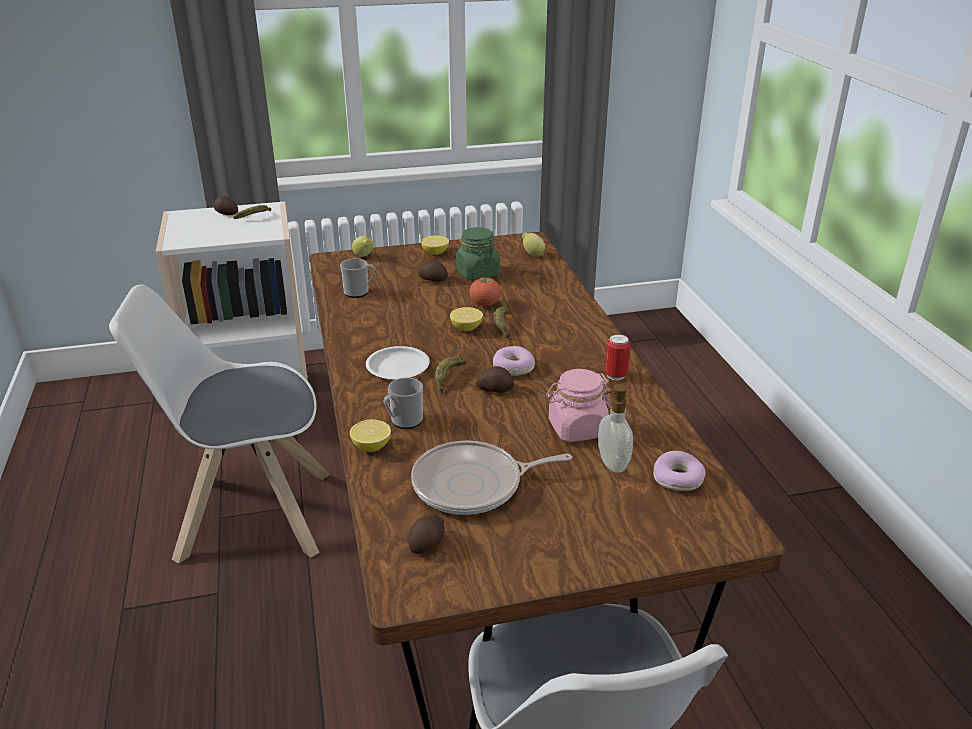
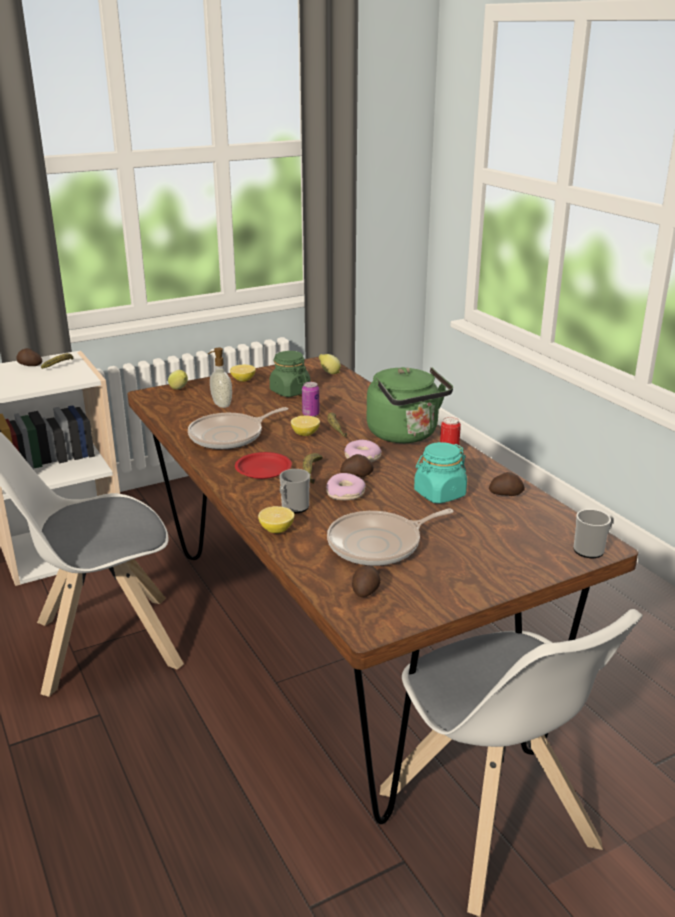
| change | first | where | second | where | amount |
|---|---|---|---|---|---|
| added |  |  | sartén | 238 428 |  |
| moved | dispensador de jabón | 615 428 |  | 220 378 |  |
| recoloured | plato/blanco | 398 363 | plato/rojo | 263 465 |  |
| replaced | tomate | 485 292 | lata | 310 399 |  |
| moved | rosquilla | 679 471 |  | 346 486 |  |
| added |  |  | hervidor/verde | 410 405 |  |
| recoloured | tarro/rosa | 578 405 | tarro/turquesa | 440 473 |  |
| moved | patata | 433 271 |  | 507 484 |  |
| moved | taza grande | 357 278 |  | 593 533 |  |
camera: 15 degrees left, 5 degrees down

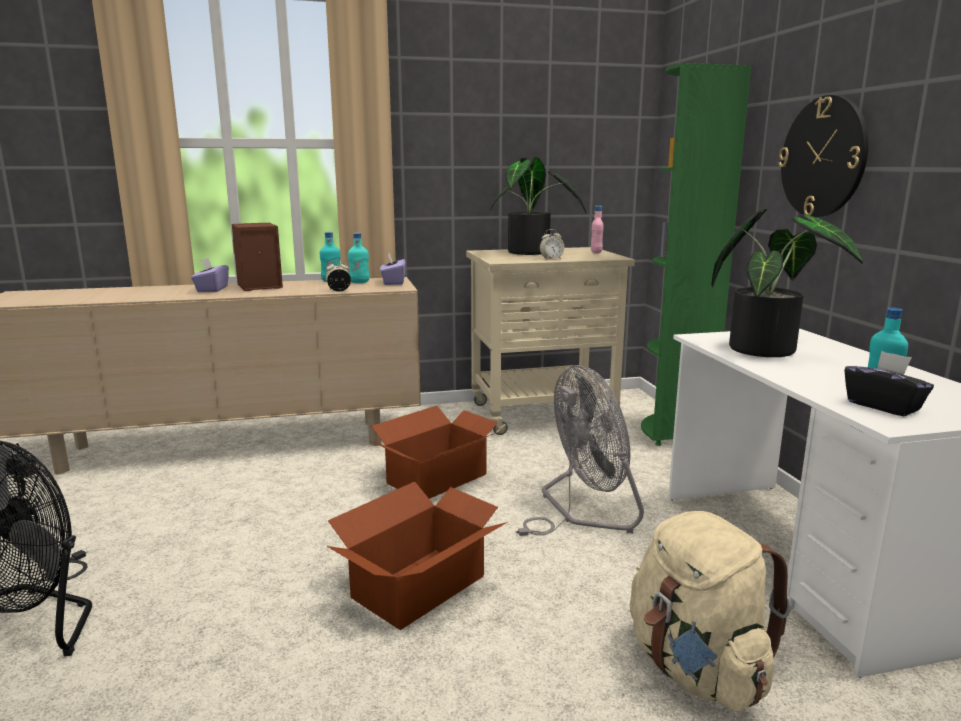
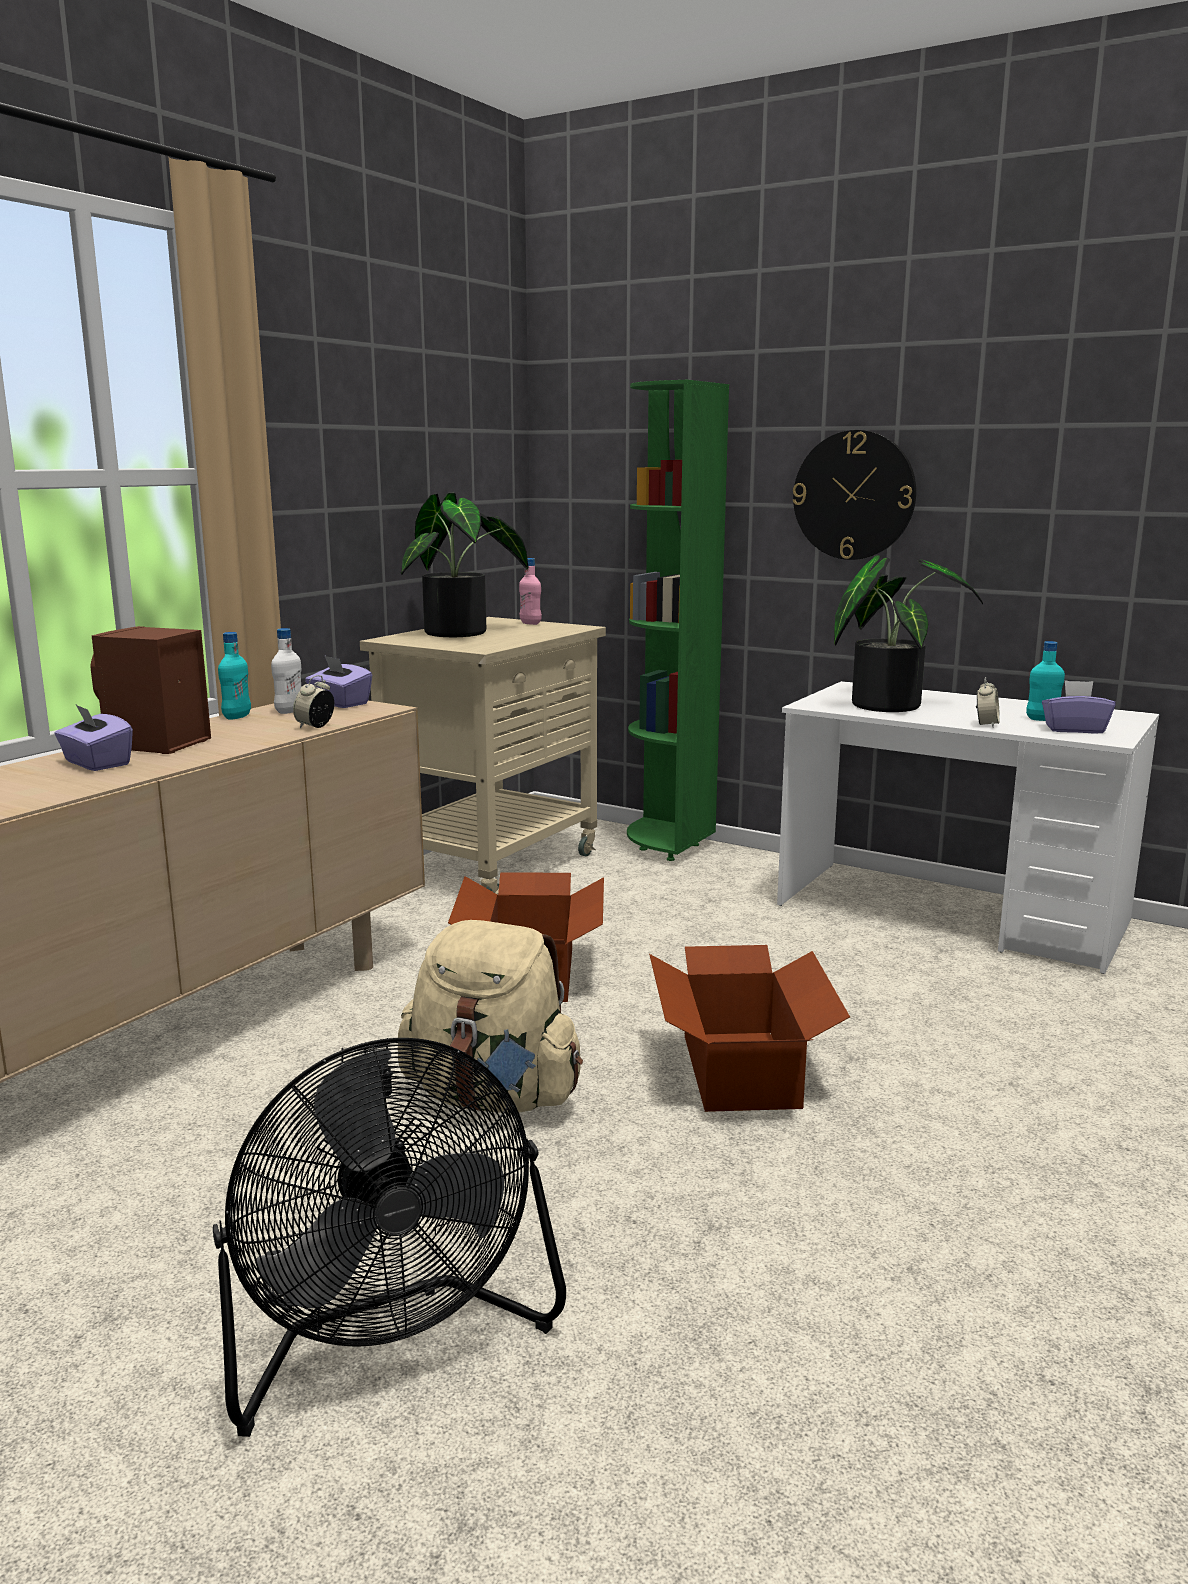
| change | first | where | second | where | amount |
|---|---|---|---|---|---|
| recoloured | botella/turquesa | 359 258 | botella/blanco | 286 671 |  |
| moved | mochila/beis | 711 611 |  | 490 1017 |  |
| moved | despertador | 552 244 |  | 988 702 |  |
| recoloured | caja de pañuelos/negro | 889 383 | caja de pañuelos/morado | 1078 707 |  |
| removed | ventilador/gris | 579 450 |  |  |  |
camera: 45 degrees left, 0 degrees up

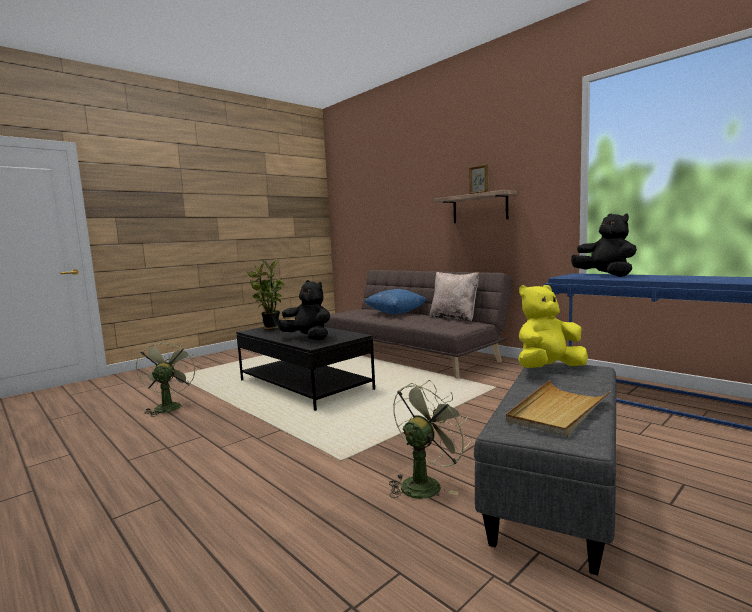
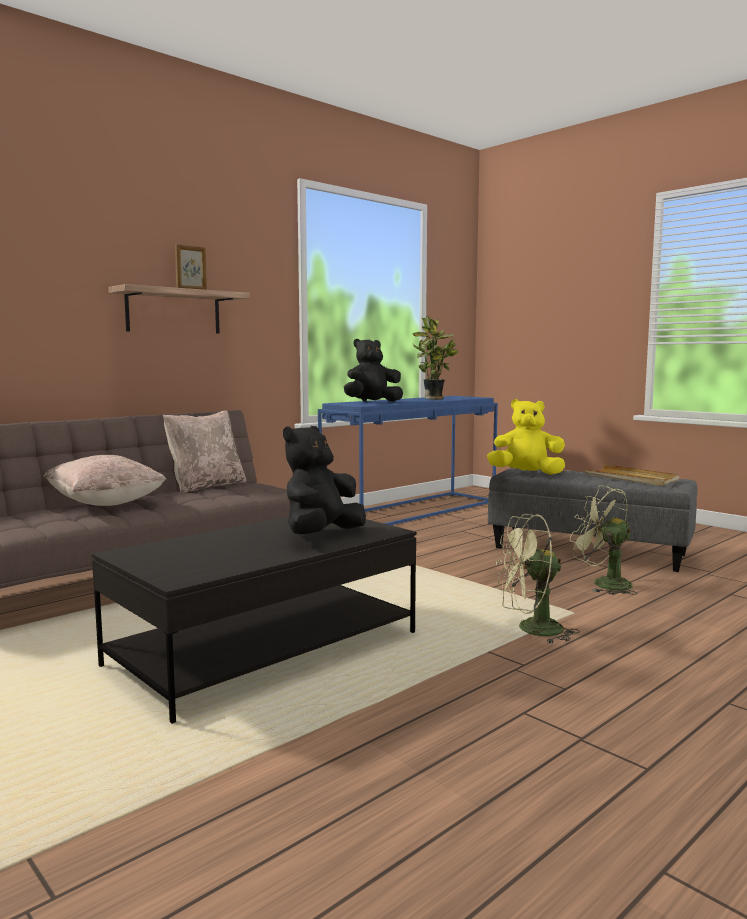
| change | first | where | second | where | amount |
|---|---|---|---|---|---|
| recoloured | cojín/azul | 395 301 | cojín/beis | 105 480 |  |
| moved | planta en maceta | 266 294 |  | 435 357 |  |
| turned | peluche/amarillo | 553 326 |  | 526 437 | 120 degrees clockwise |
| moved | ventilador/verde | 166 378 |  | 538 579 |  |
camera: 90 degrees left, 0 degrees up

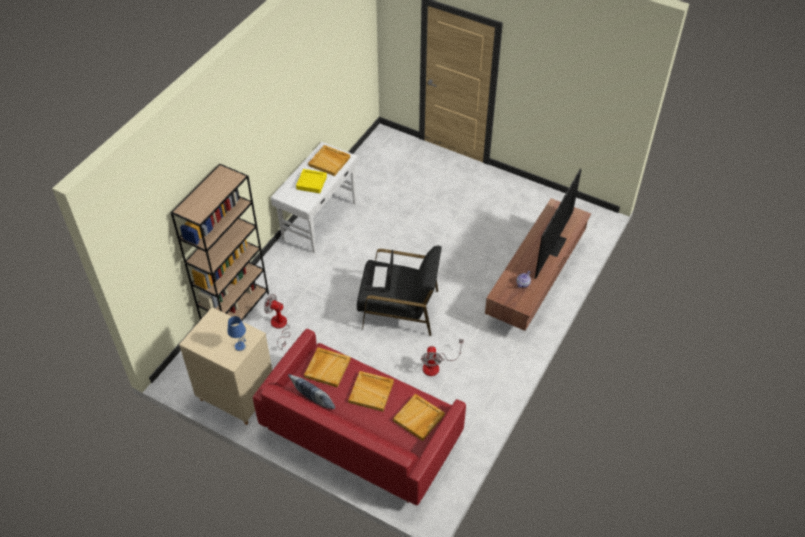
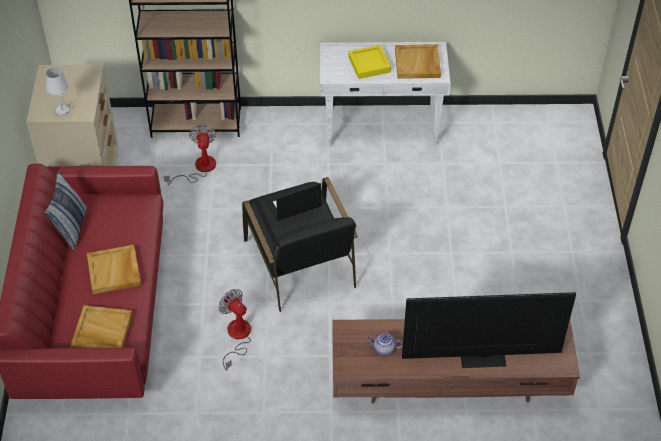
| change | first | where | second | where | amount |
|---|---|---|---|---|---|
| recoloured | lámpara de mesa/azul | 237 333 | lámpara de mesa/blanco | 58 91 |  |
| turned | ventilador | 442 357 |  | 235 329 | 75 degrees clockwise |
| removed | bandeja/beis | 327 367 |  |  |  |
camera: 60 degrees right, 0 degrees up

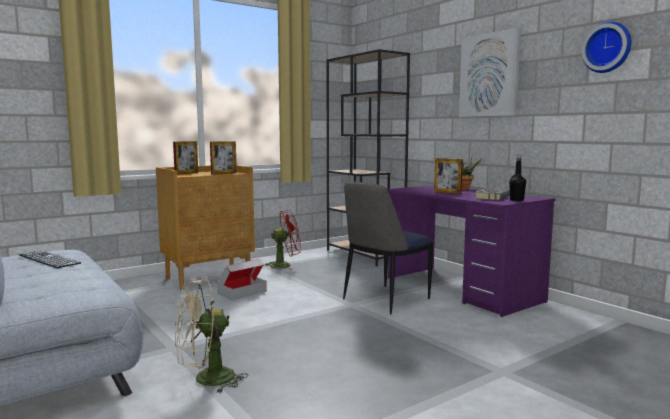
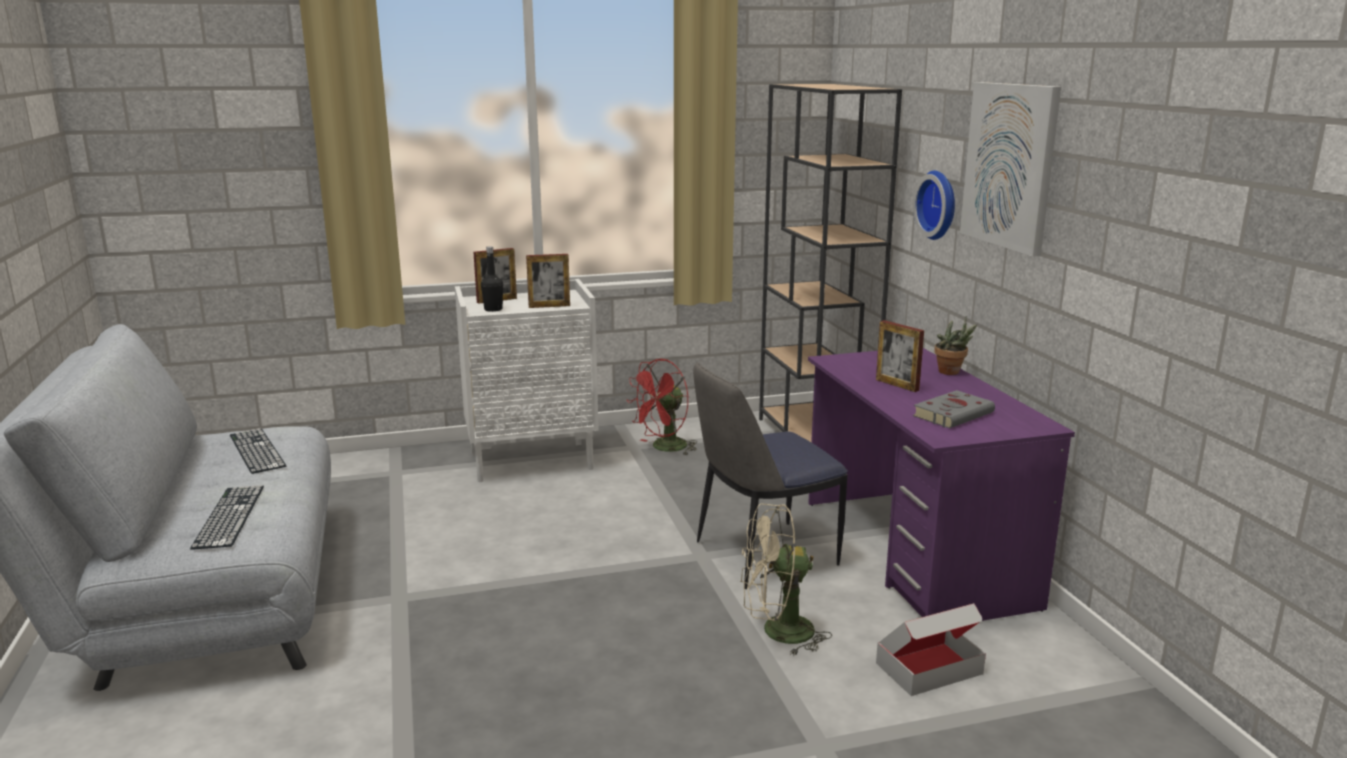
| change | first | where | second | where | amount |
|---|---|---|---|---|---|
| added |  |  | teclado | 227 517 |  |
| recoloured | armario/marrón | 205 227 | armario/blanco | 527 380 |  |
| moved | botella/negro | 517 177 |  | 492 279 |  |
| turned | ventilador/rojo | 283 240 |  | 662 407 | 135 degrees clockwise |
| moved | ventilador/beis | 211 336 |  | 786 579 |  |
| moved | caja de cartón | 242 279 |  | 931 649 |  |
| moved | reloj de pared | 606 47 |  | 934 205 |  |
camera: 20 degrees right, 10 degrees up

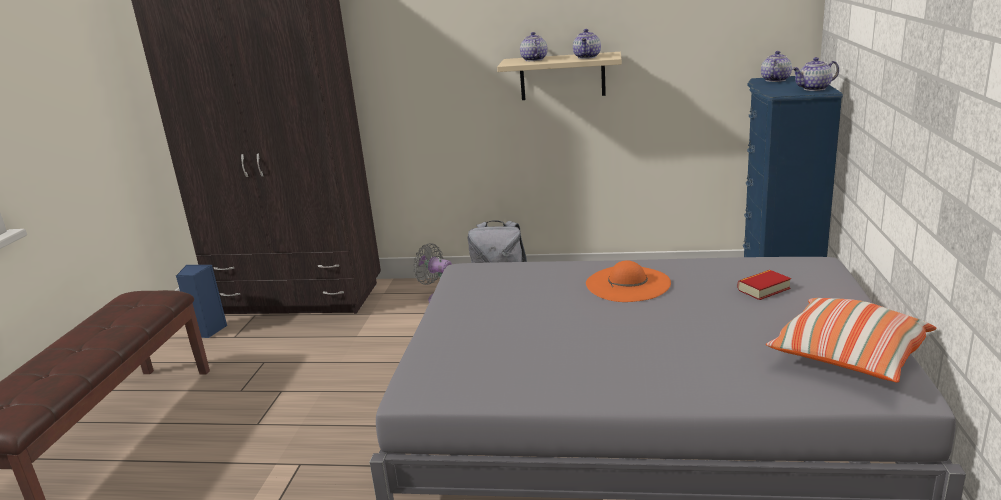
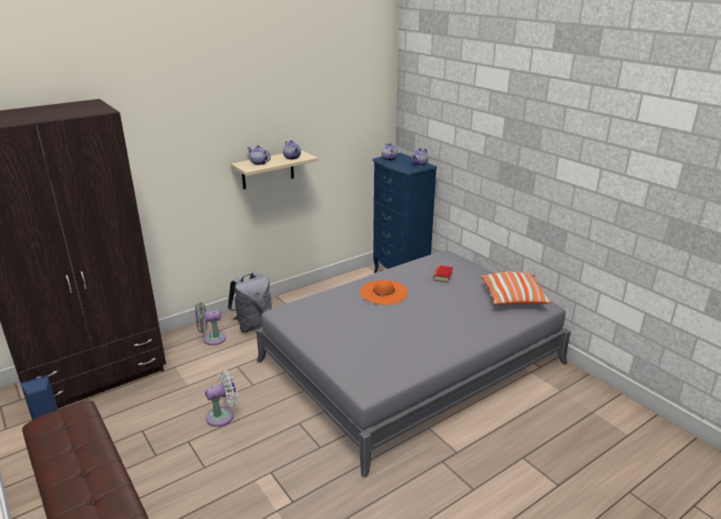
| change | first | where | second | where | amount |
|---|---|---|---|---|---|
| added |  |  | ventilador/blanco | 222 398 |  |
camera: 45 degrees left, 5 degrees up

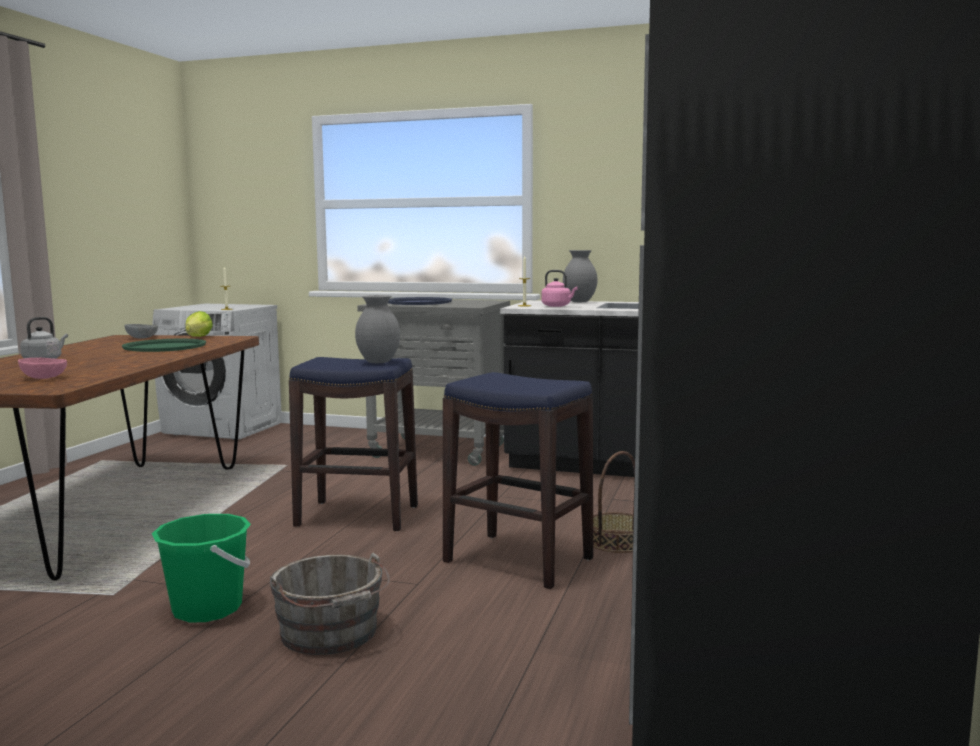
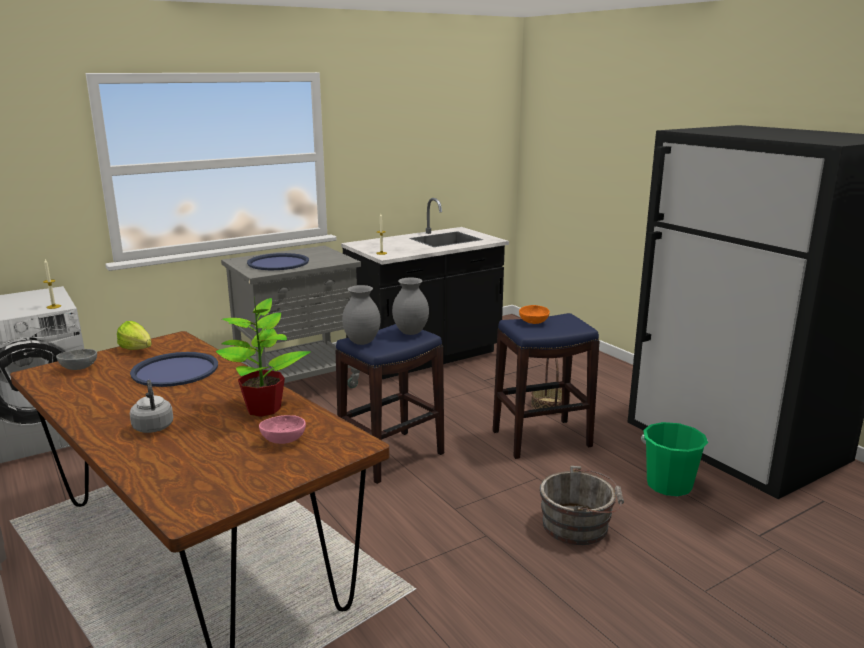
| change | first | where | second | where | amount |
|---|---|---|---|---|---|
| recoloured | bandeja/verde | 164 345 | bandeja/azul | 174 369 |  |
| added |  |  | planta en maceta | 263 357 |  |
| moved | florero/gris | 580 276 |  | 361 315 |  |
| added |  |  | cuenco/naranja | 534 314 |  |
| moved | cubo/verde | 201 568 |  | 674 459 |  |
| removed | hervidor/rosa | 559 288 |  |  |  |
camera: 50 degrees left, 10 degrees up

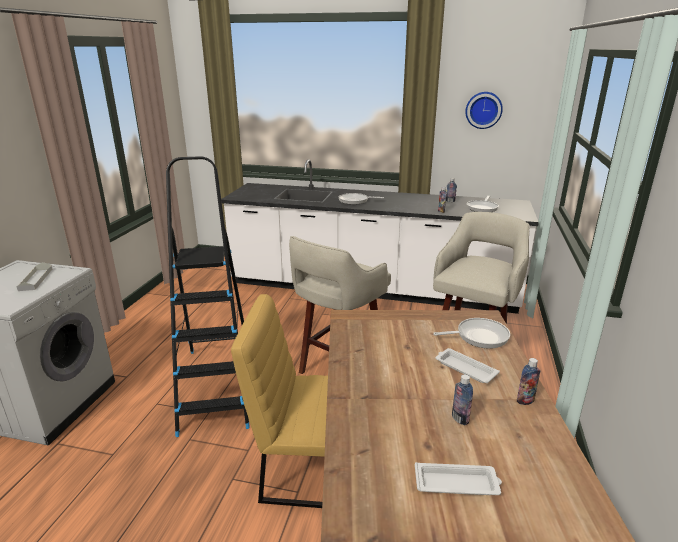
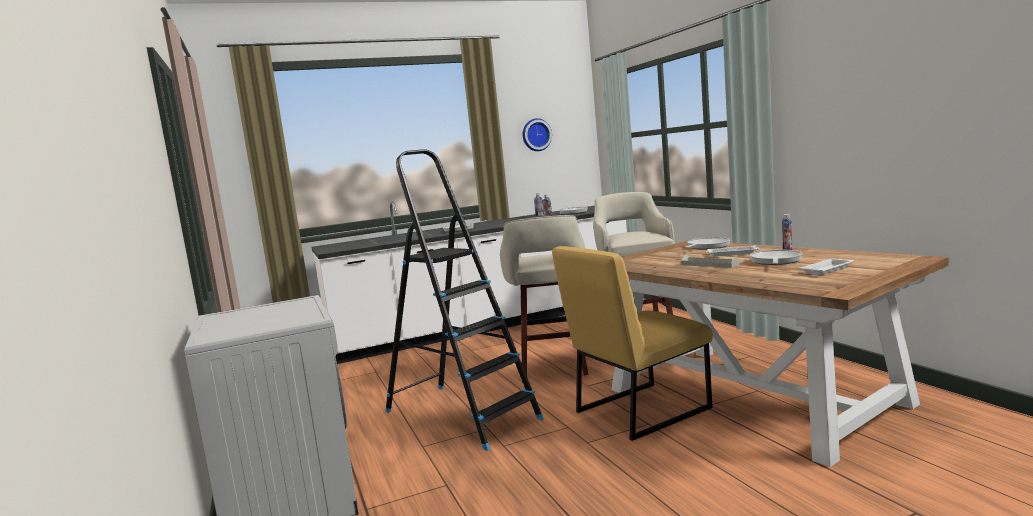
| change | first | where | second | where | amount |
|---|---|---|---|---|---|
| moved | bandeja/gris | 34 276 |  | 710 261 |  |
| replaced | botella | 462 400 | sartén | 776 257 |  |
camera: 35 degrees left, 15 degrees down

